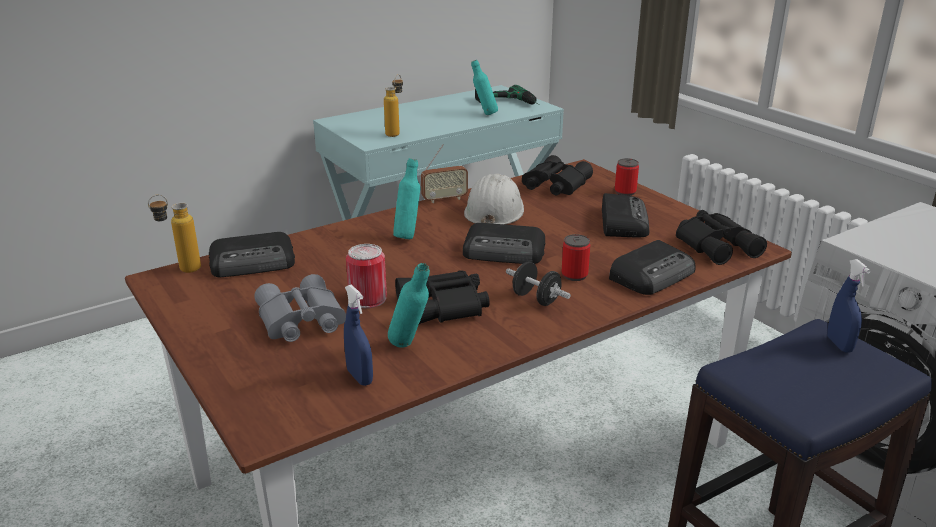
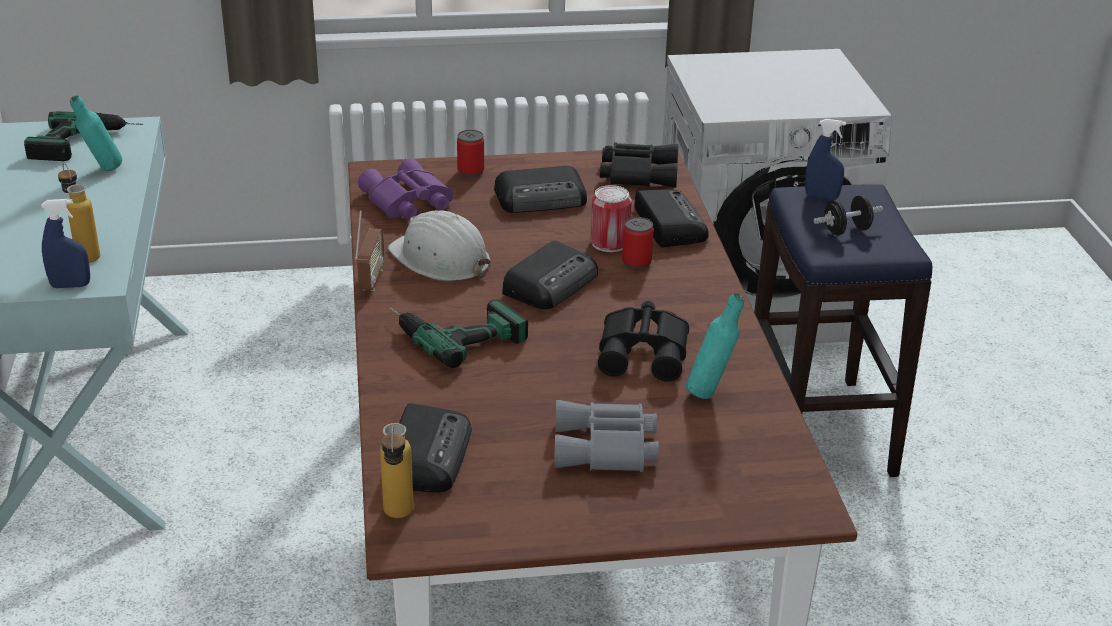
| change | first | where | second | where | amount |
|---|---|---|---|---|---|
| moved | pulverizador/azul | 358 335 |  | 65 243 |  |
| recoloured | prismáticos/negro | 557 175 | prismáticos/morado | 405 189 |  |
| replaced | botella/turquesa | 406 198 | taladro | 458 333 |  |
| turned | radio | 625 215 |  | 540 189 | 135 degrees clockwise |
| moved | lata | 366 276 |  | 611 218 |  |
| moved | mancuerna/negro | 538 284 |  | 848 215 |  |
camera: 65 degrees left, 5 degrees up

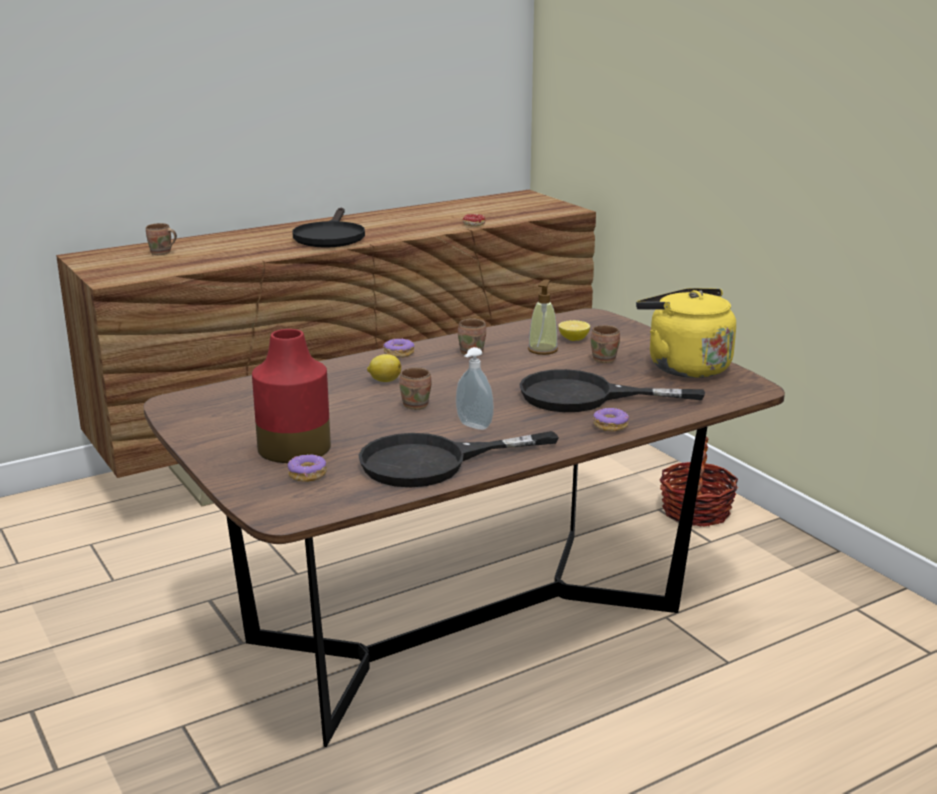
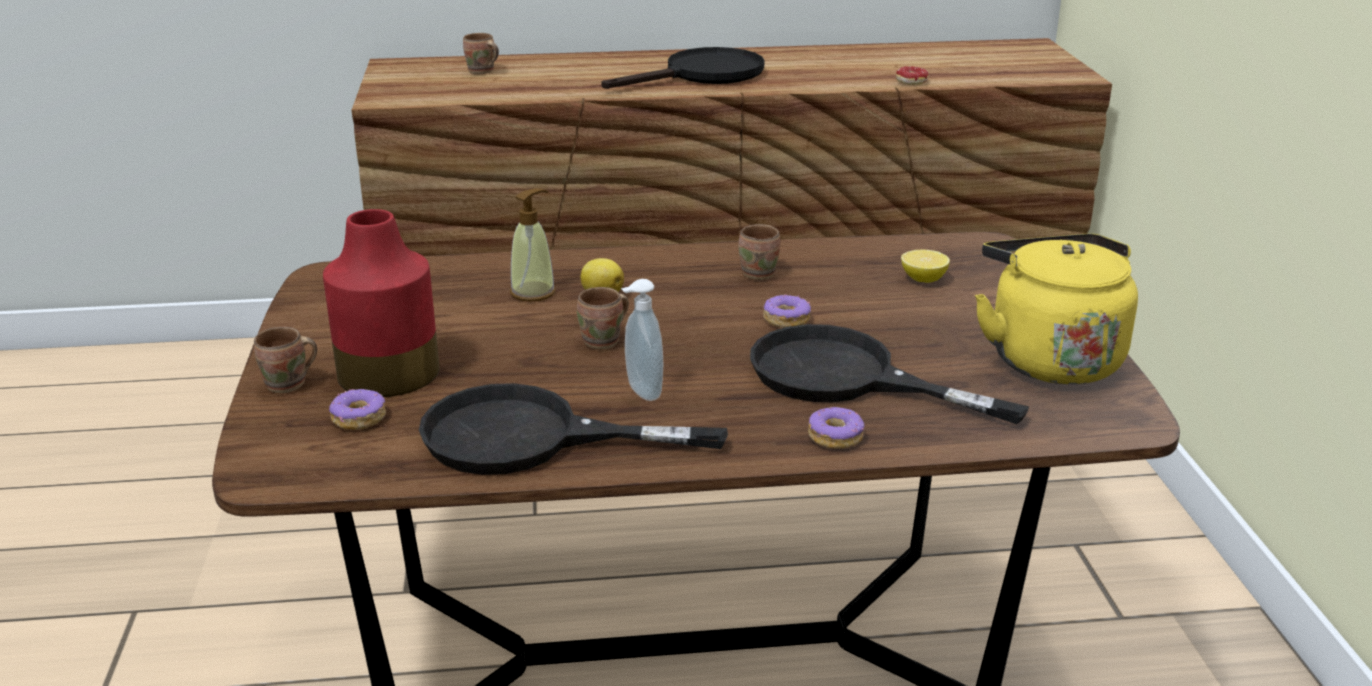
| change | first | where | second | where | amount |
|---|---|---|---|---|---|
| moved | taza grande/marrón | 605 344 |  | 285 360 |  |
| moved | dispensador de jabón | 543 317 |  | 533 245 |  |
| turned | sartén/negro | 329 228 |  | 683 68 | 150 degrees counterclockwise |
| moved | rosquilla | 399 348 |  | 787 311 |  |
| removed | cesta | 698 481 |  |  |  |
camera: 25 degrees right, 5 degrees up

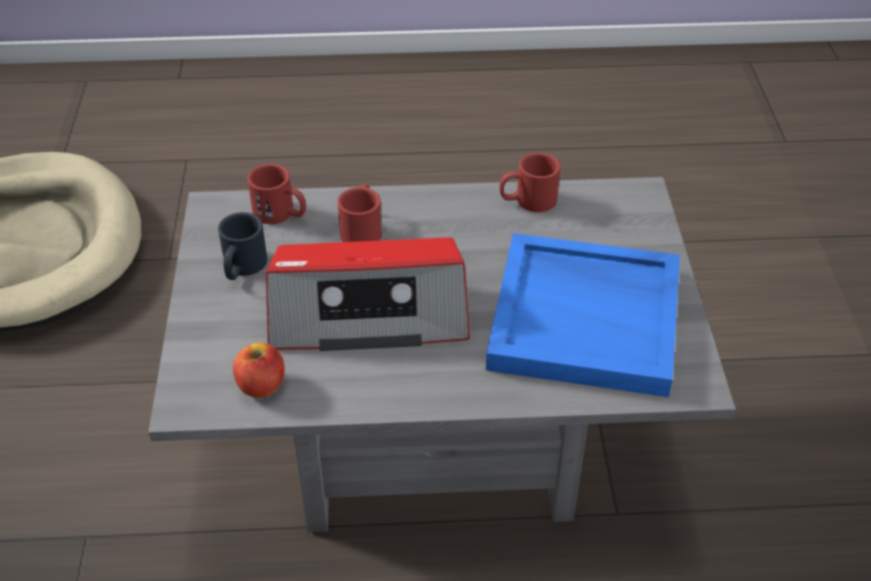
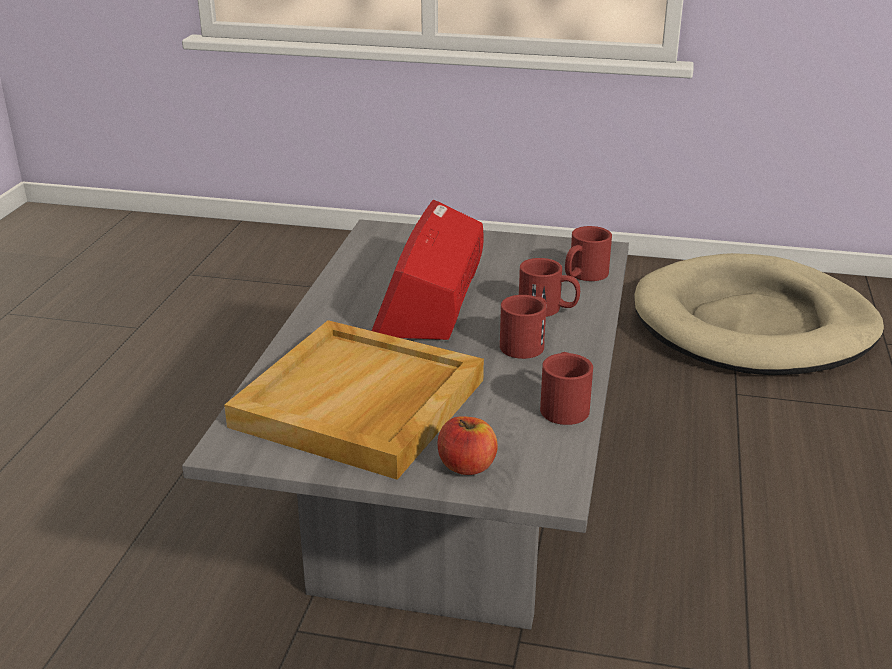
| change | first | where | second | where | amount |
|---|---|---|---|---|---|
| recoloured | bandeja/azul | 583 315 | bandeja/beis | 354 400 |  |
| moved | manzana | 259 370 |  | 467 445 |  |
| added |  |  | taza grande/rojo | 523 327 |  |
| removed | taza grande/negro | 242 246 |  |  |  |
camera: 105 degrees right, 15 degrees down

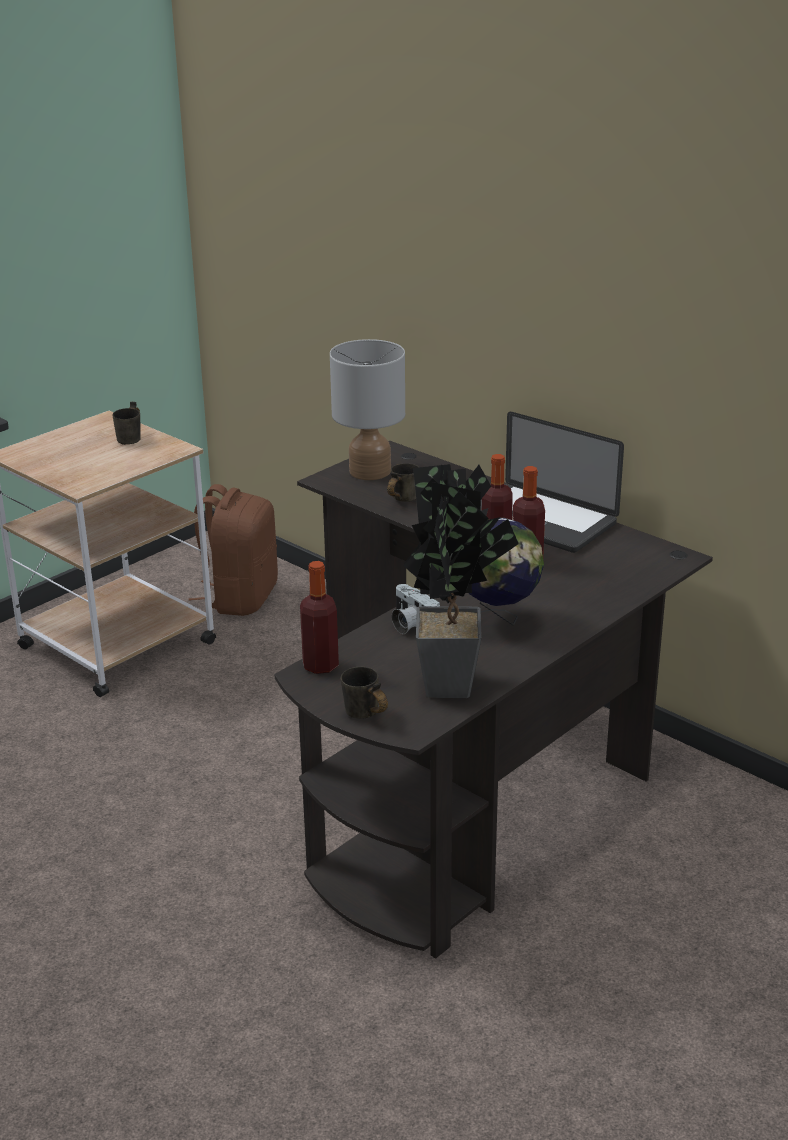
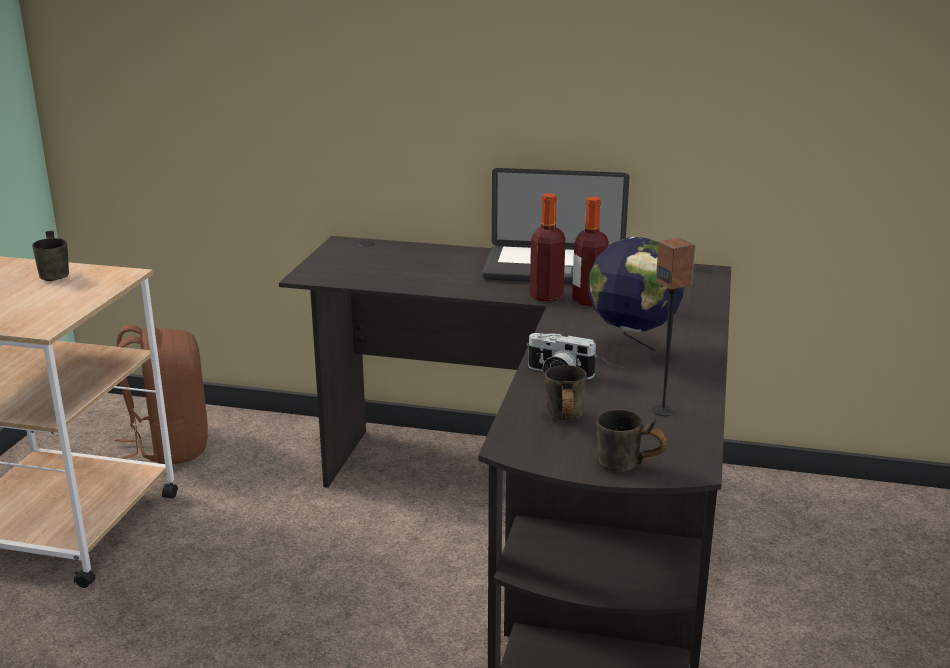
| change | first | where | second | where | amount |
|---|---|---|---|---|---|
| moved | taza grande/gris | 403 482 |  | 566 392 |  |
| replaced | planta en maceta | 461 581 | altavoz | 673 327 |  |
| removed | botella | 319 617 |  |  |  |
| removed | lámpara de mesa/gris | 367 409 |  |  |  |
camera: 30 degrees left, 5 degrees down

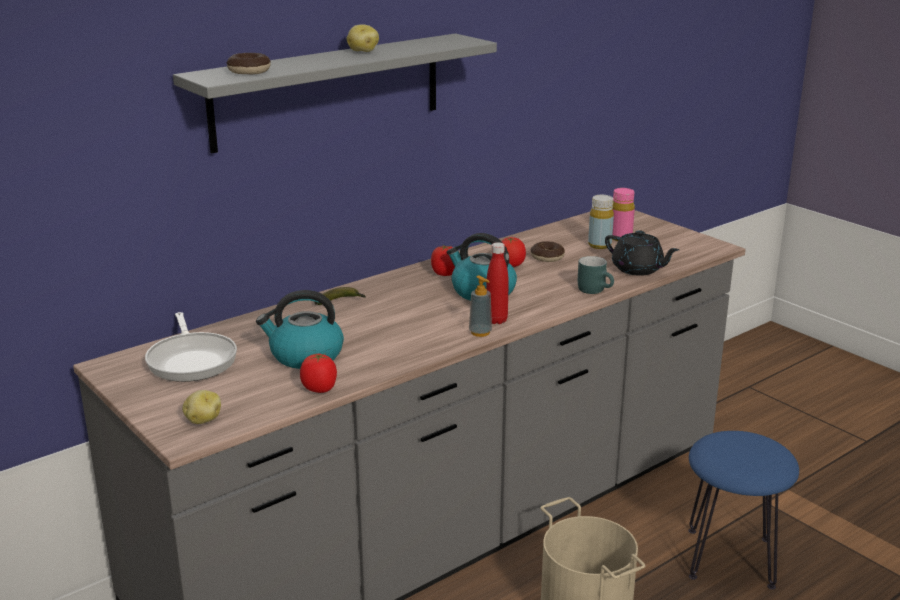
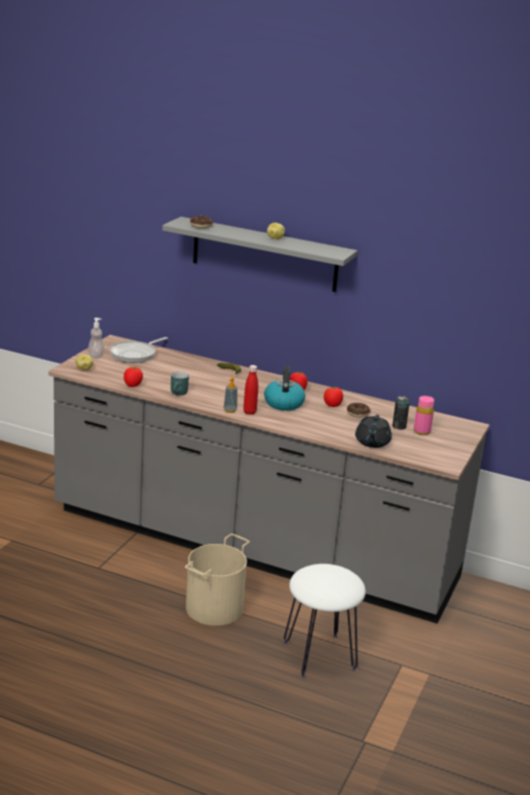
| change | first | where | second | where | amount |
|---|---|---|---|---|---|
| added |  |  | dispensador de jabón | 96 338 |  |
| moved | taza grande/turquesa | 596 275 |  | 180 383 |  |
| recoloured | taburete/azul | 743 510 | taburete/blanco | 324 621 |  |
| replaced | botella/amarillo | 601 222 | lata | 401 413 |  |
| removed | hervidor | 300 329 |  |  |  |
camera: 60 degrees right, 0 degrees up

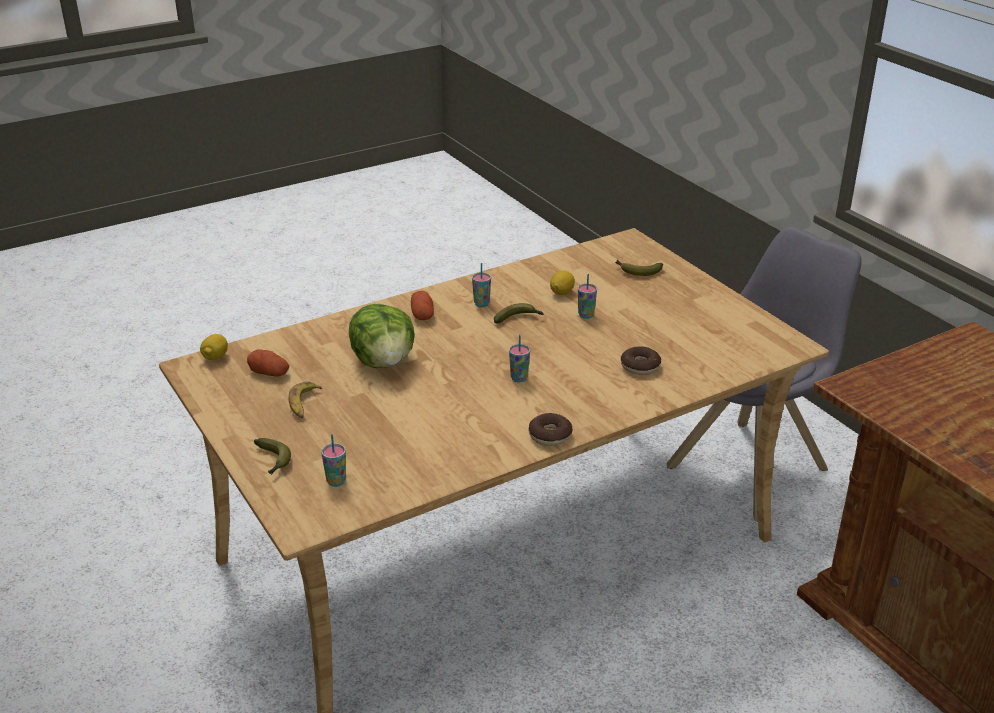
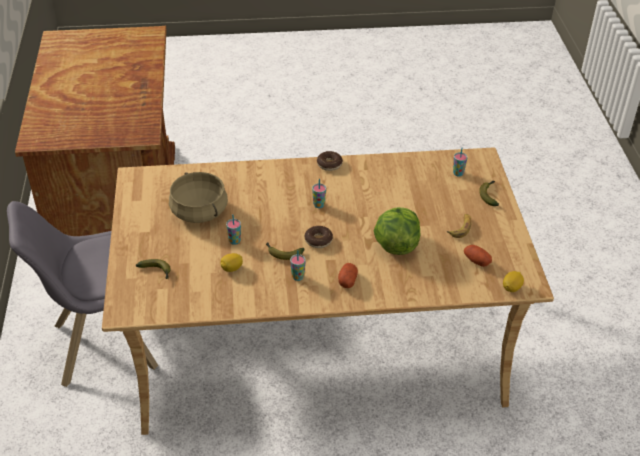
| change | first | where | second | where | amount |
|---|---|---|---|---|---|
| added |  |  | olla/beis | 198 197 |  |
| moved | rosquilla | 641 360 |  | 319 237 |  |
camera: 155 degrees left, 10 degrees up

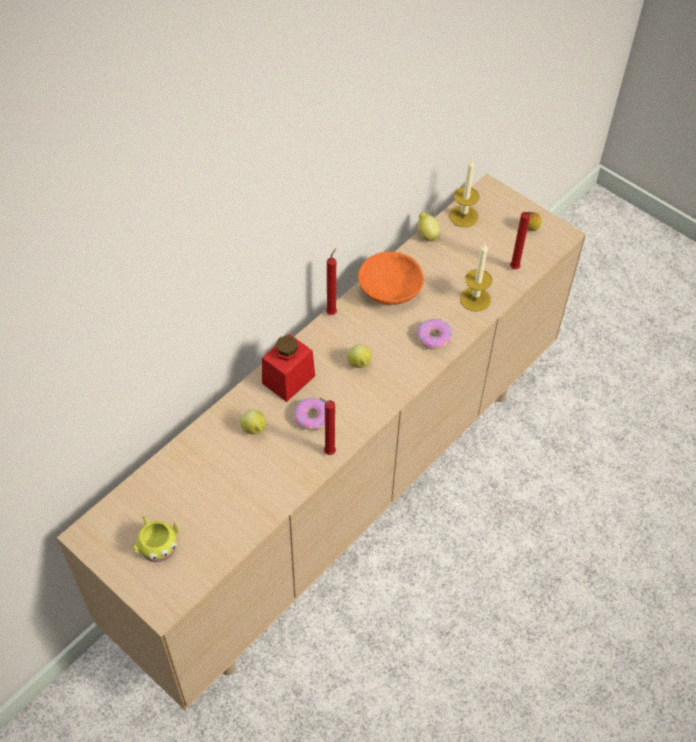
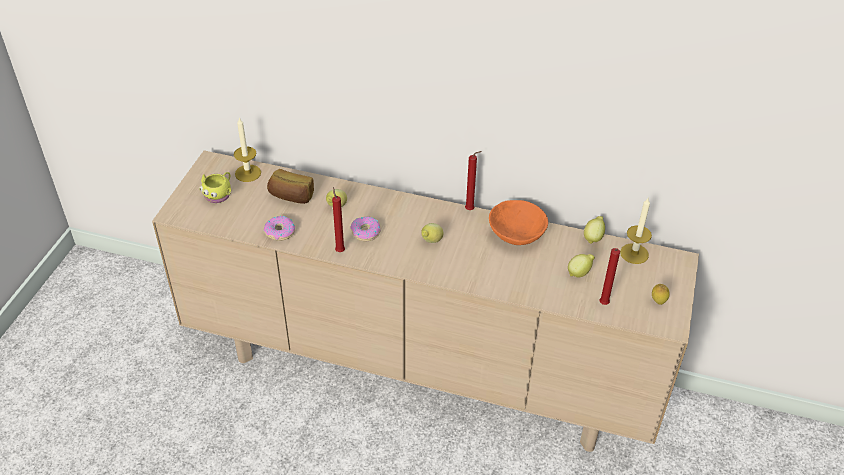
| change | first | where | second | where | amount |
|---|---|---|---|---|---|
| moved | vela | 476 278 |  | 247 149 |  |
| moved | rosquilla | 434 334 |  | 279 228 |  |
| added |  |  | pan | 290 186 |  |
| added |  |  | limón | 581 265 |  |
| removed | tarro/rojo | 288 368 |  |  |  |
camera: 65 degrees right, 10 degrees down

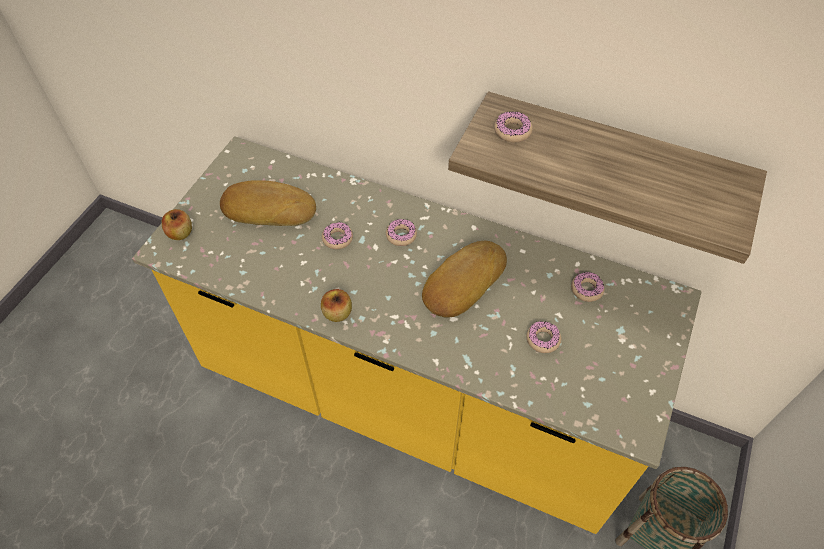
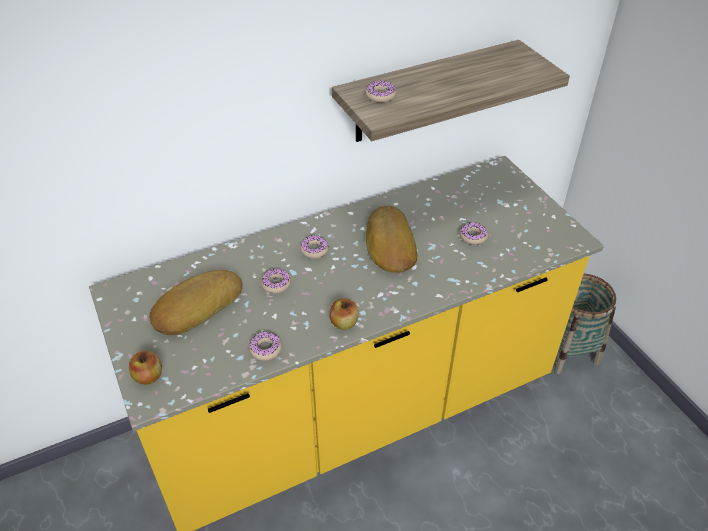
| change | first | where | second | where | amount |
|---|---|---|---|---|---|
| moved | rosquilla | 588 287 |  | 265 346 |  |
camera: 50 degrees left, 10 degrees down

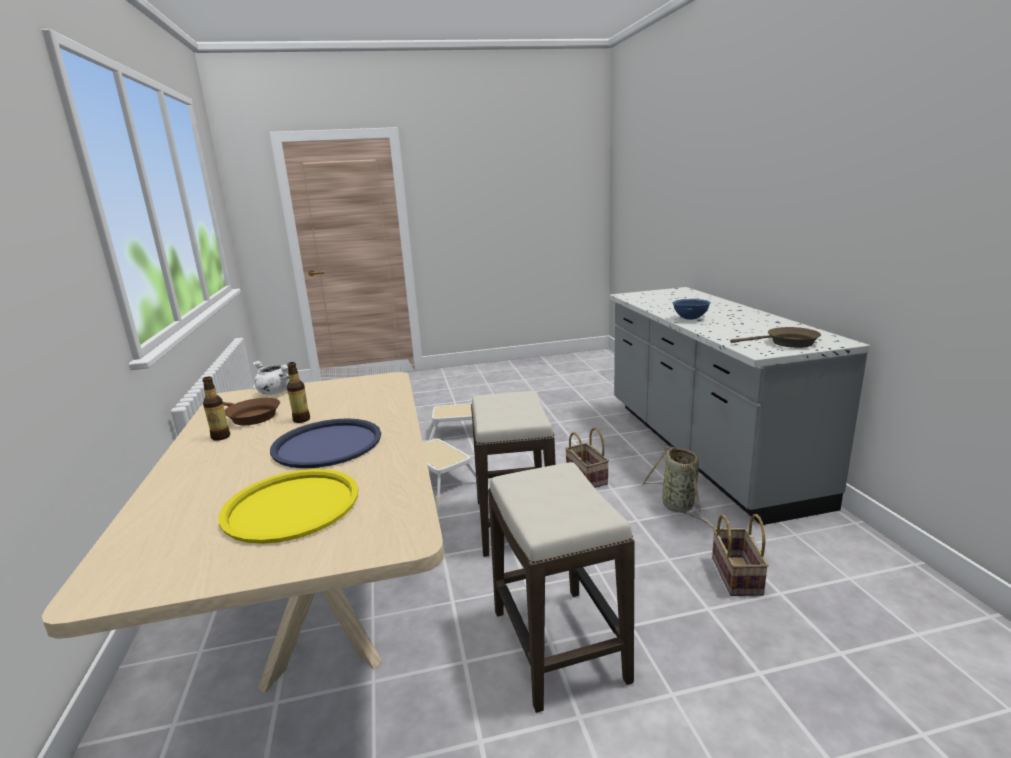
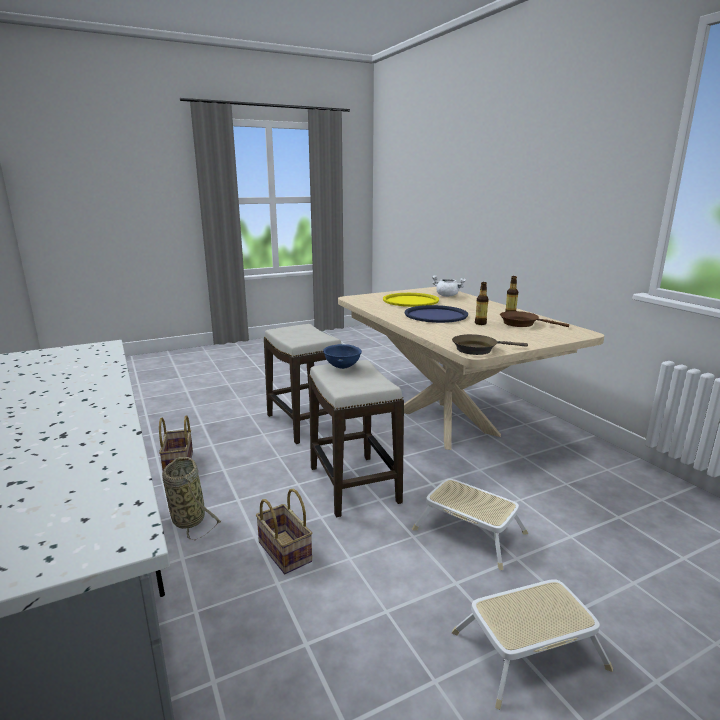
| change | first | where | second | where | amount |
|---|---|---|---|---|---|
| moved | cuenco/azul | 691 309 |  | 342 356 |  |
| moved | olla/blanco | 271 378 |  | 449 286 |  |
| moved | sartén/marrón | 775 337 |  | 490 344 |  |
camera: 165 degrees right, 0 degrees up

